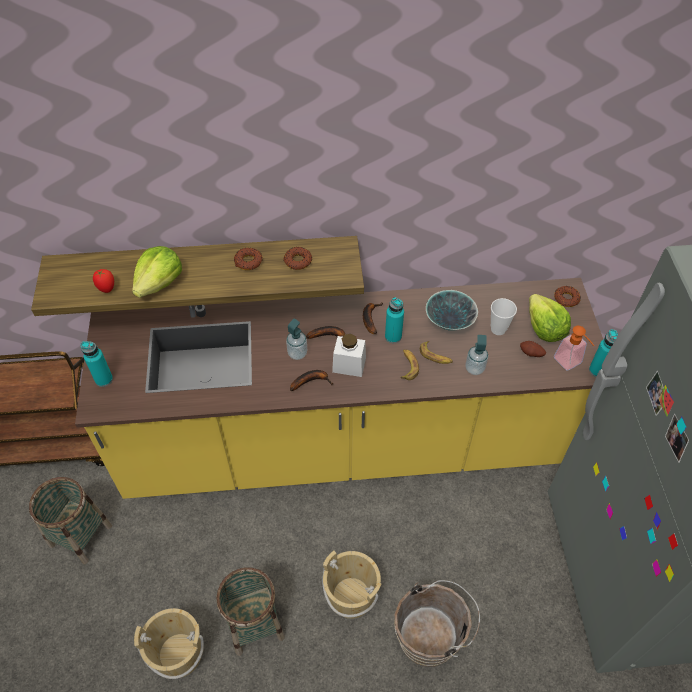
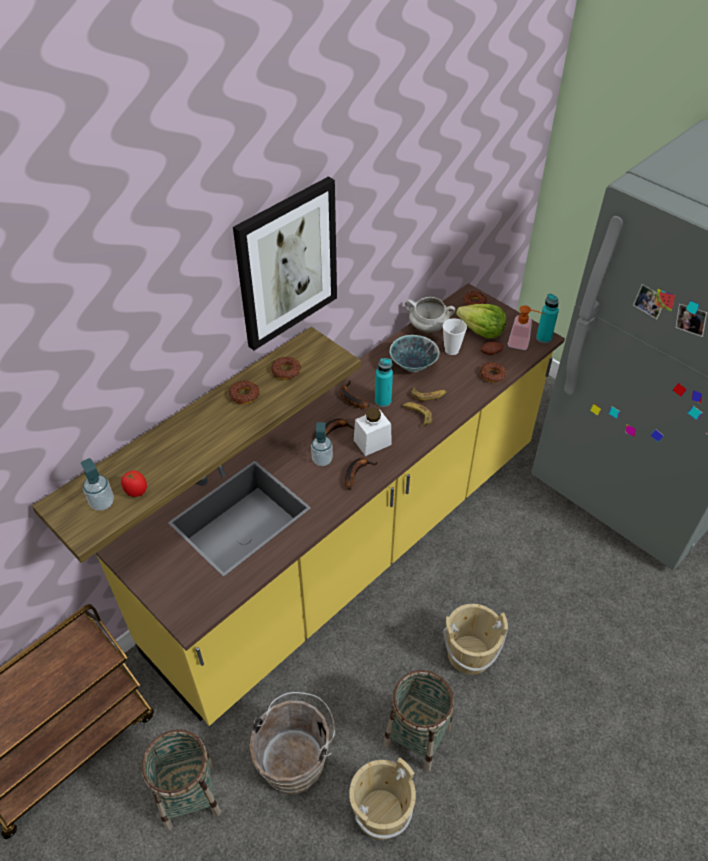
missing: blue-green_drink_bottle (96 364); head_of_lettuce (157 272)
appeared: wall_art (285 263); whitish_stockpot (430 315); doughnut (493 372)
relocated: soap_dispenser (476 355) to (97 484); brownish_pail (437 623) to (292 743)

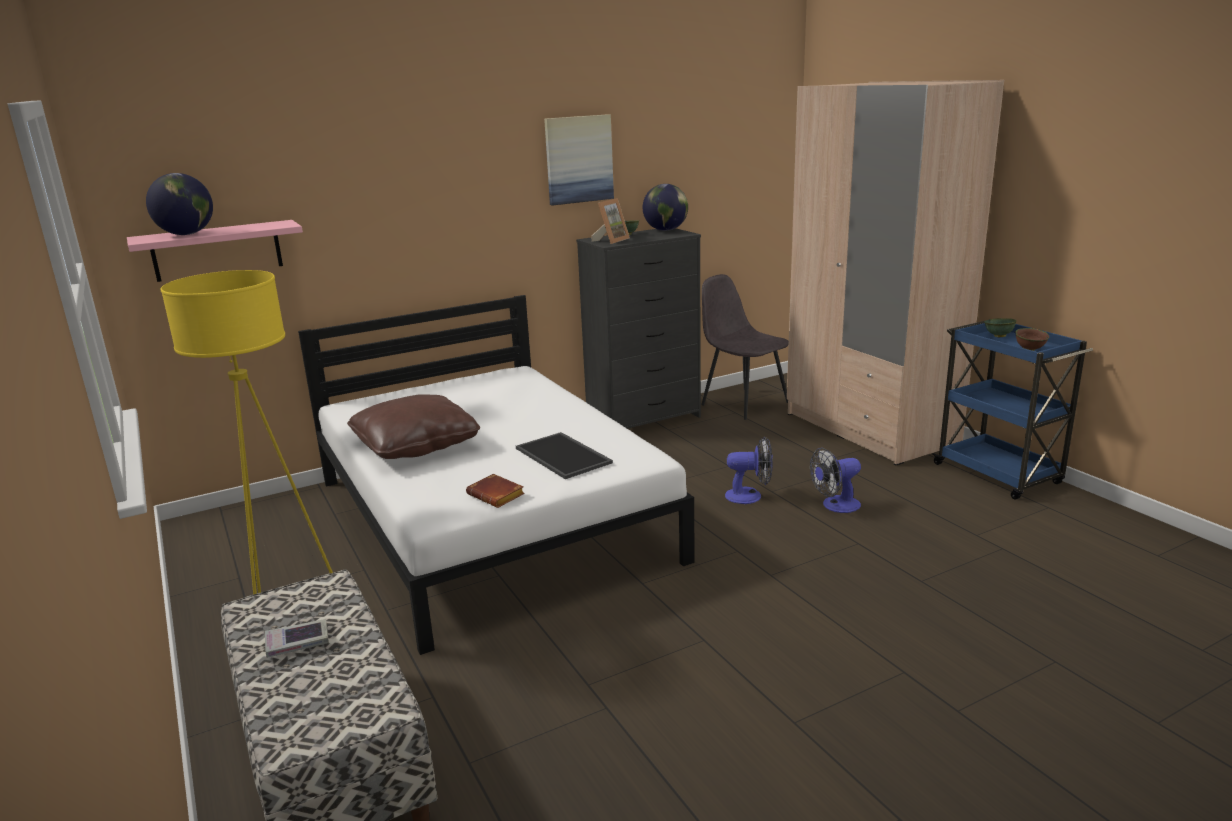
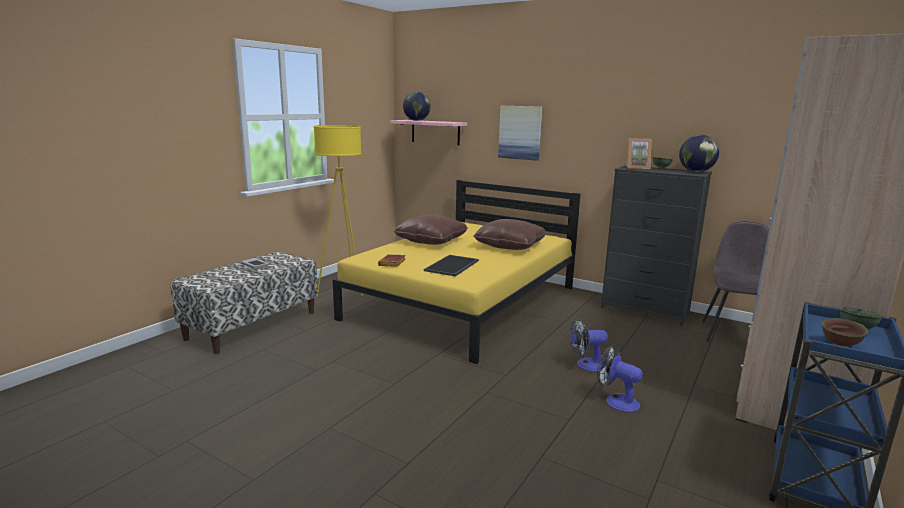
appeared: brownish_throw_pillow (510 234)
relocated: wall_art (579 160) to (520 133)
colour: whitish_bedroom_bed (496 475) to yellow-coloured_bedroom_bed (457 272)
spun: electric_fan (749 470) = (588 345) 105 degrees clockwise

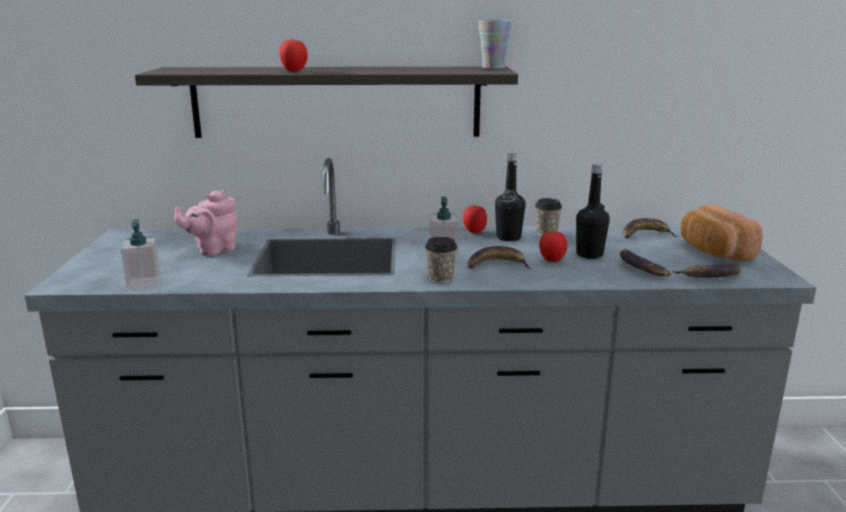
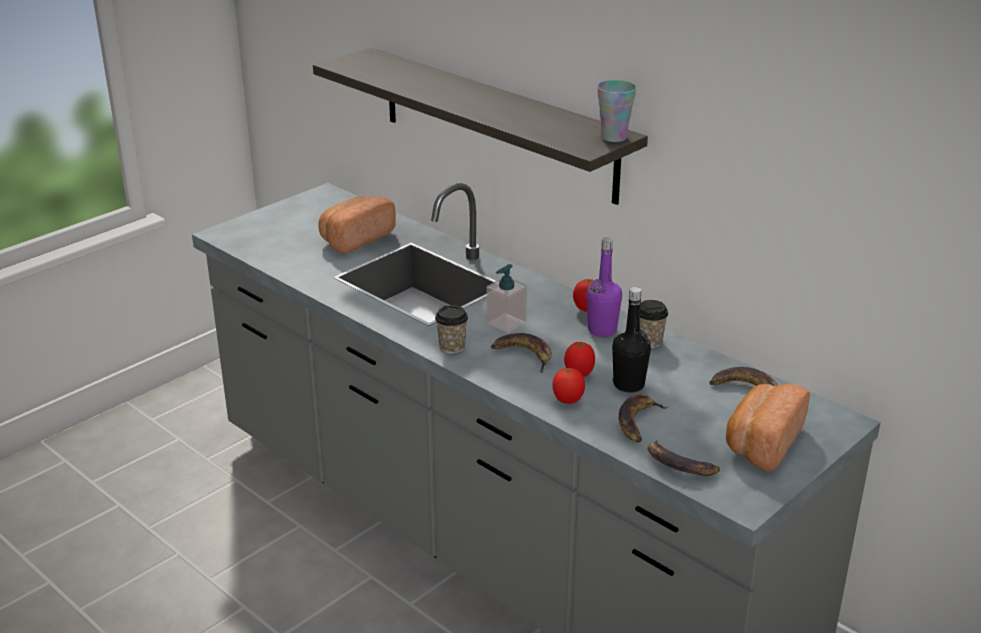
missing: soap_dispenser (140 254)
relocated: fresh_tomato (293 55) to (568 386)
exchanged: pinkish_pot_for_tea (206 223) to bakery_bread (357 224)
colour: blackish_drink_bottle (510 196) to purplish_drink_bottle (604 287)

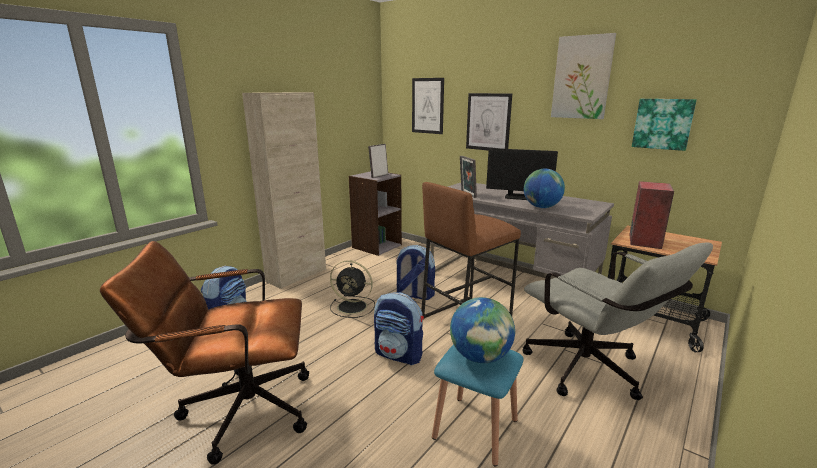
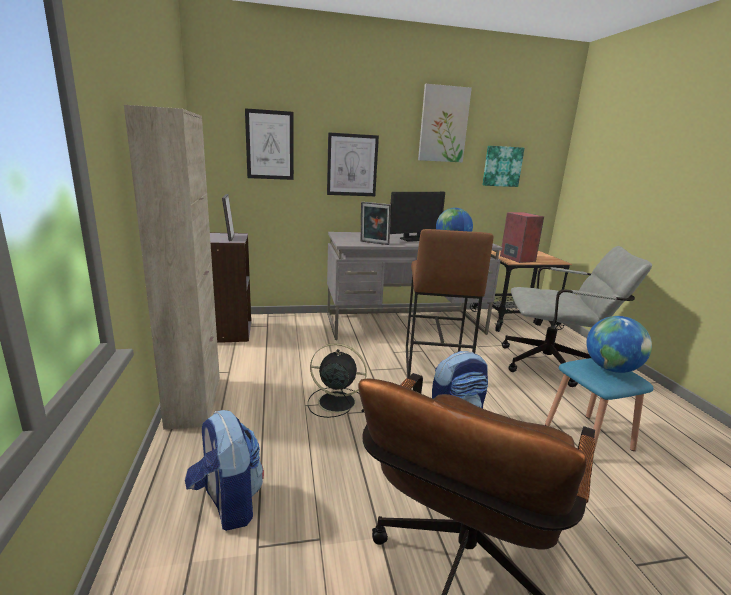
missing: backpack (415 272)
spun: blackish_electric_fan (352 289) = (337 380) 135 degrees counterclockwise

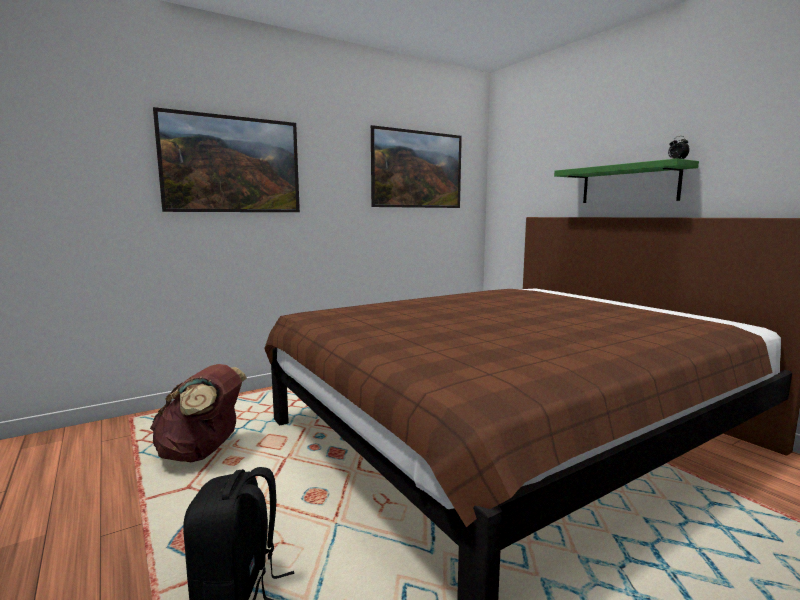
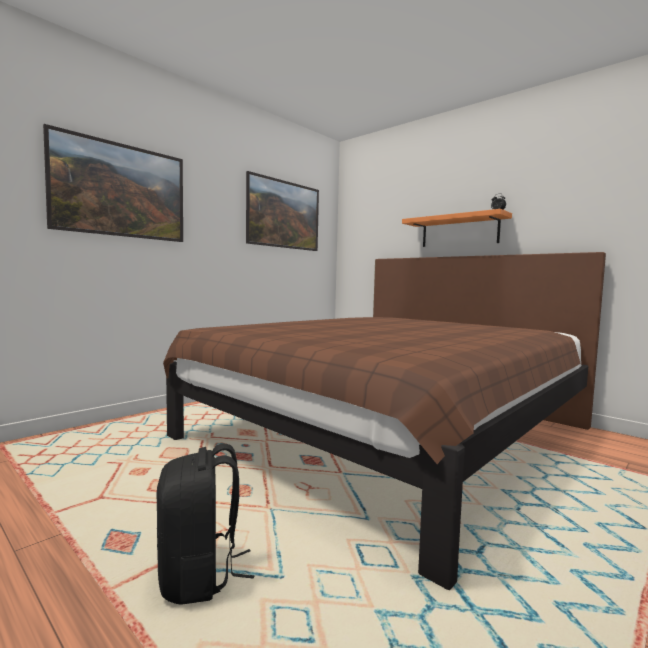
missing: brownish_backpack (198 413)
colour: green_wall_shelf (626 180) to orange_wall_shelf (457 228)

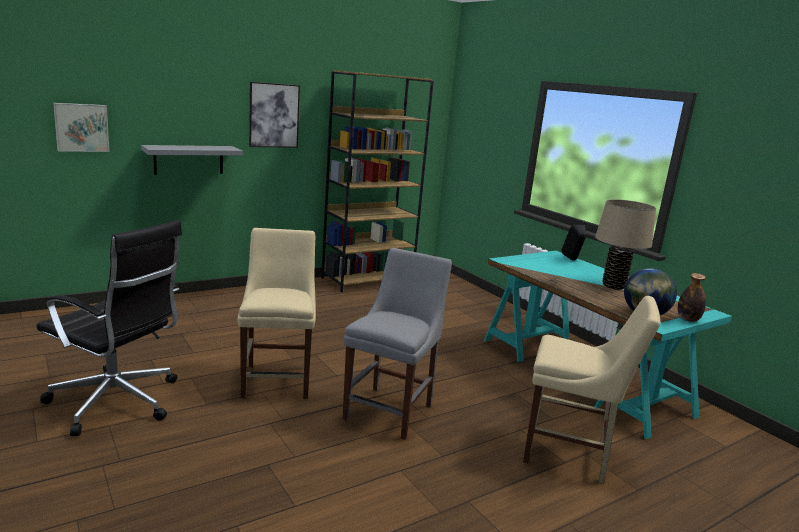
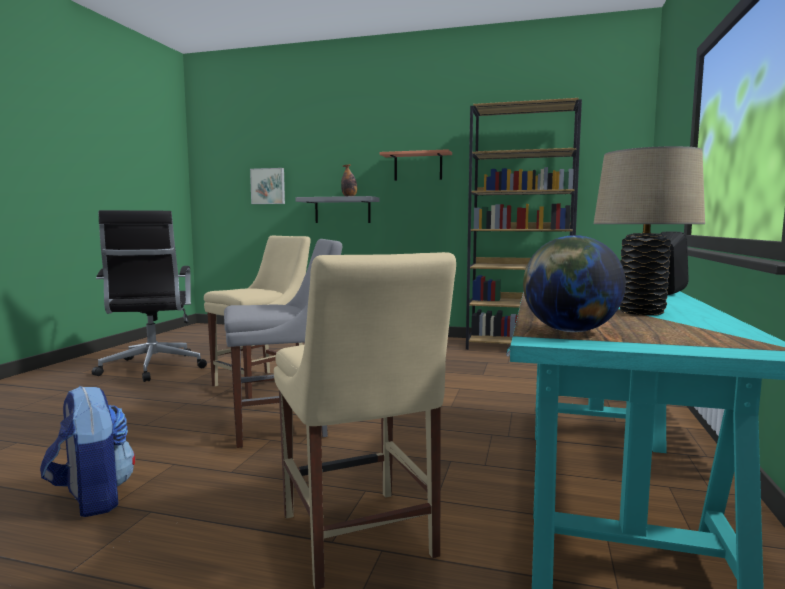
appeared: backpack (87 451)
relocated: drink_bottle (692 297) to (349 180)
exchanged: wall_art (274 115) to wall_shelf (415 165)

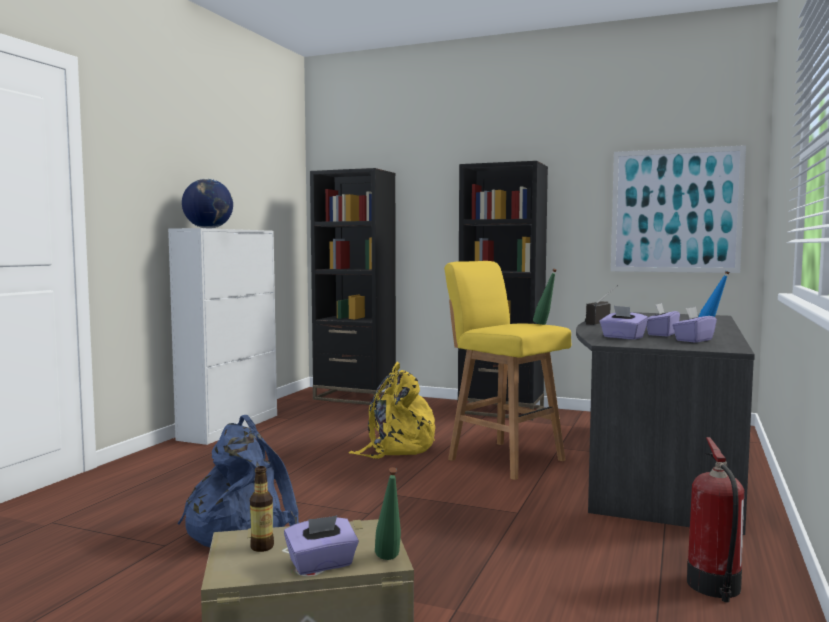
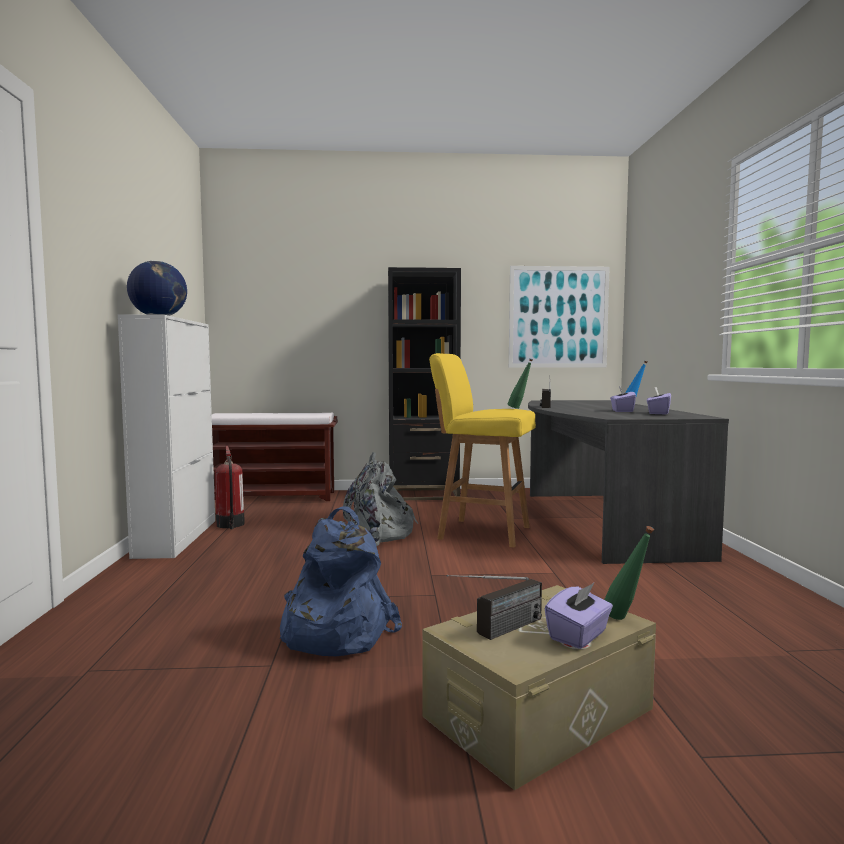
missing: purplish_box_of_tissues (624 323)
relocated: fire_extinguisher (715 519) to (230 487)
exchanged: blackish_bookshelf (353 286) to brownish_bench (275 457); drink_bottle (262 509) to radio_receiver (494 607)
colour: yellow-coloured_backpack (391 410) to gray_backpack (380 499)

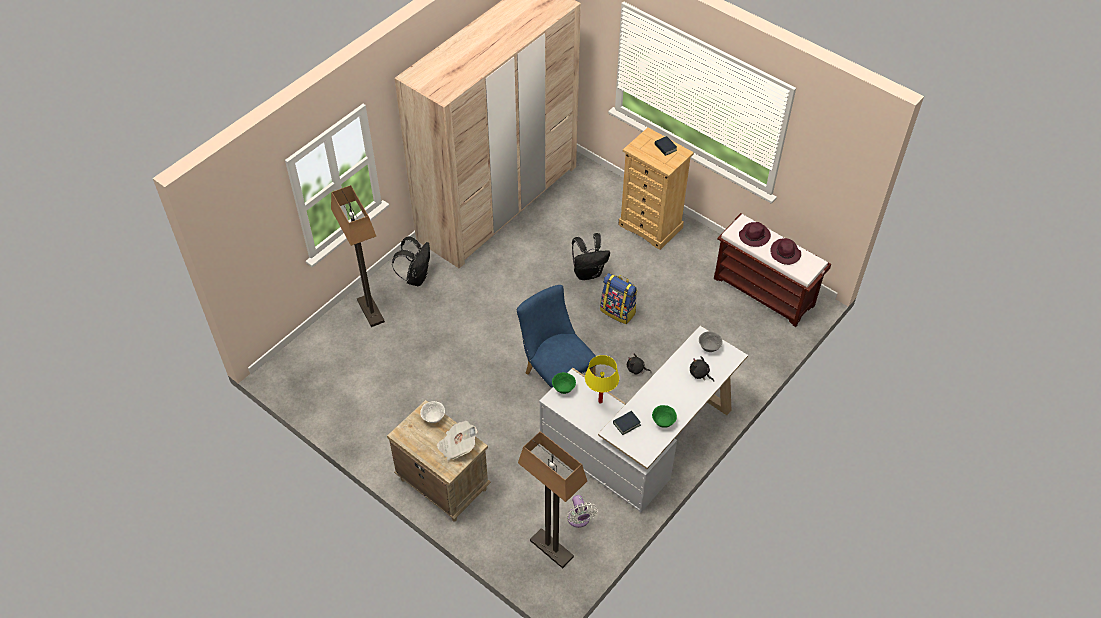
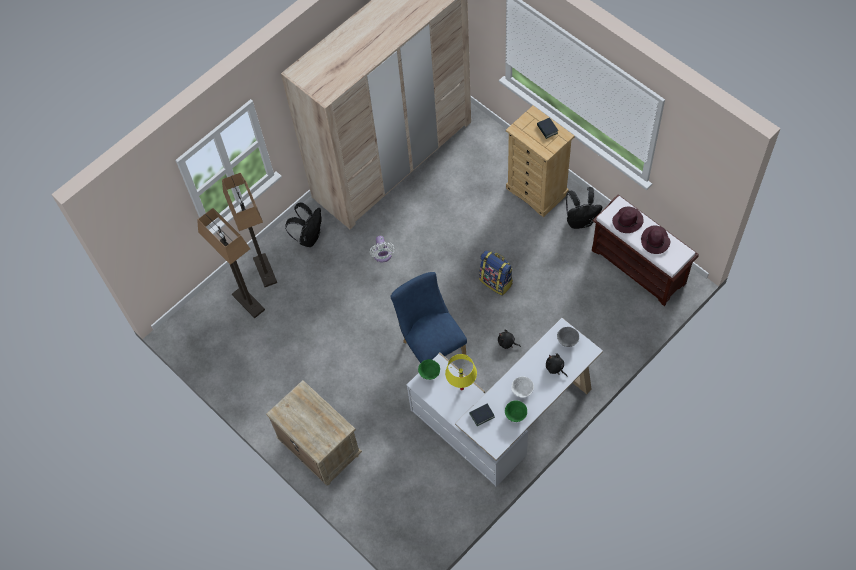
missing: daily_paper (457 441)
relocated: standing_lamp (552 500) to (231 263); whitish_electric_fan (582 511) to (382 249); whitish_deep_dish (432 412) to (522 387); blackish_backpack (591 256) to (584 208)

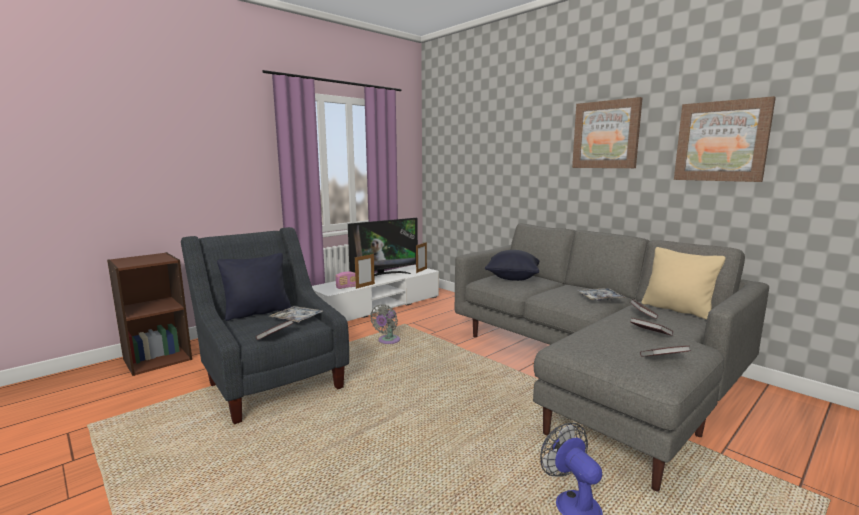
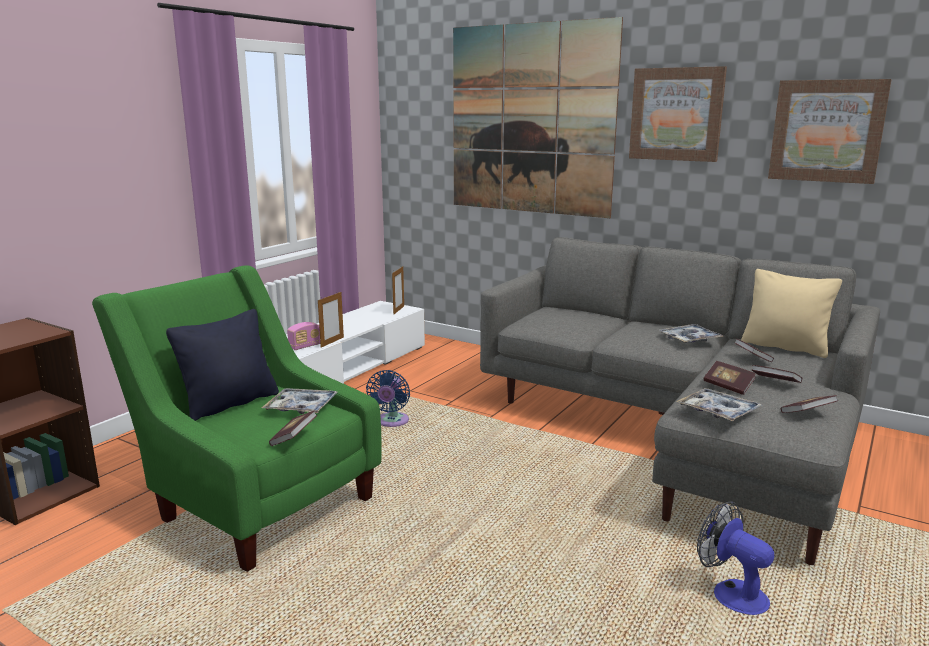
missing: TV_set (383 247); blackish_throw_pillow (512 265)
appeared: wall_art (538 117); serving_tray (719 404); volume (730 378)
colour: gray_armchair (265 325) to green_armchair (236 418); gray_electric_fan (385 324) to blue_electric_fan (388 398)

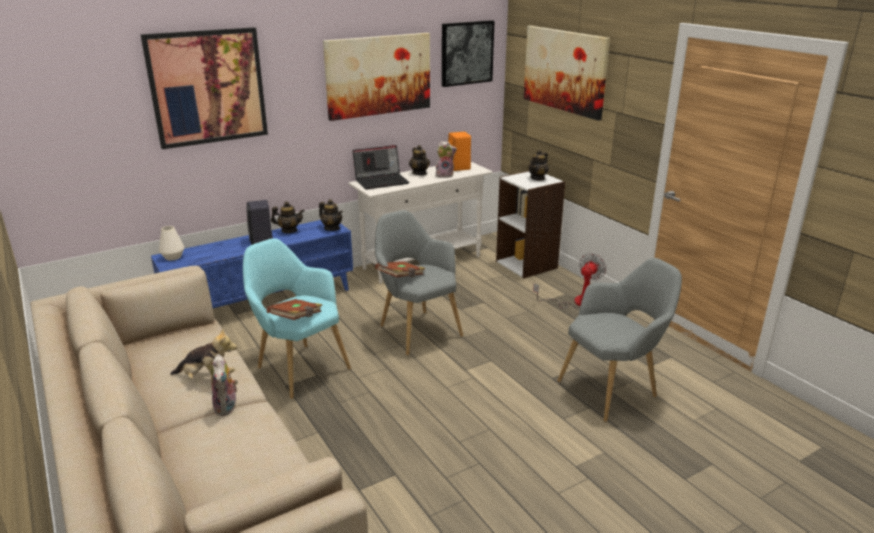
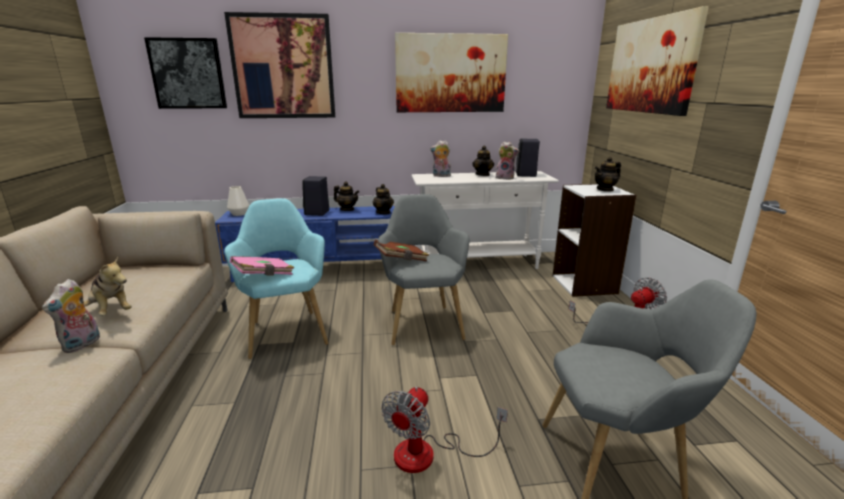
appeared: electric_fan (444 430)
relocated: wall_art (468 53) to (185 73)
exchanged: laptop (380 167) to soft_toy (440 158)
colour: brownish_volume (294 309) to pinkish_volume (262 265); orange_speaker (459 151) to blackish_speaker (528 158)

